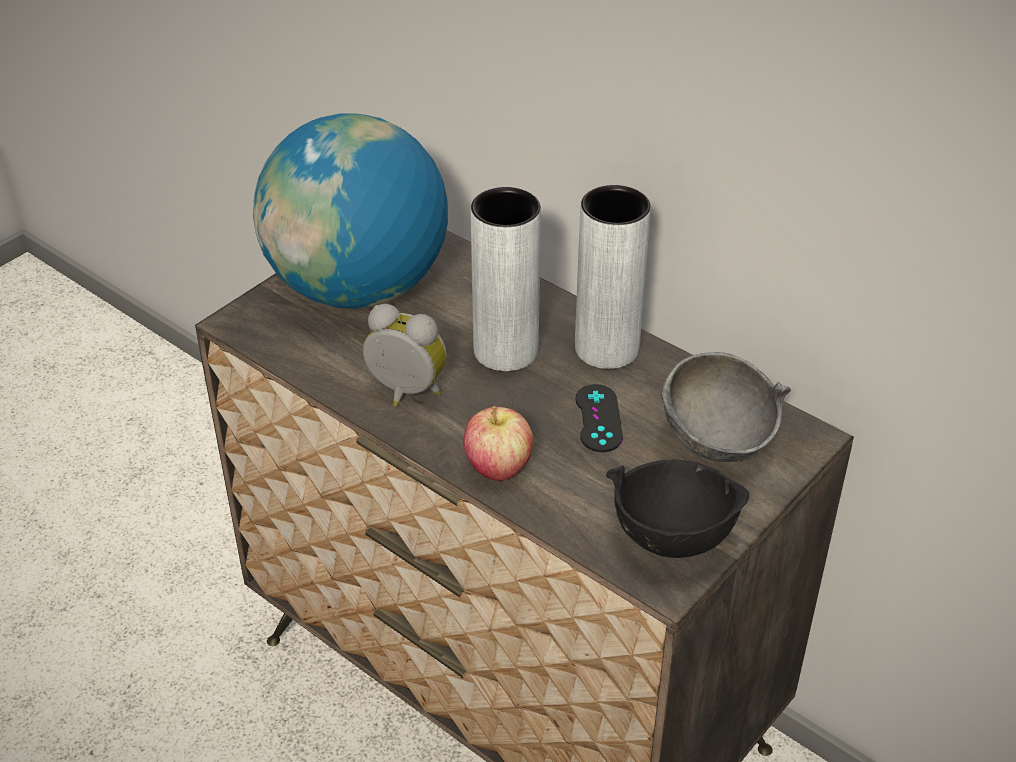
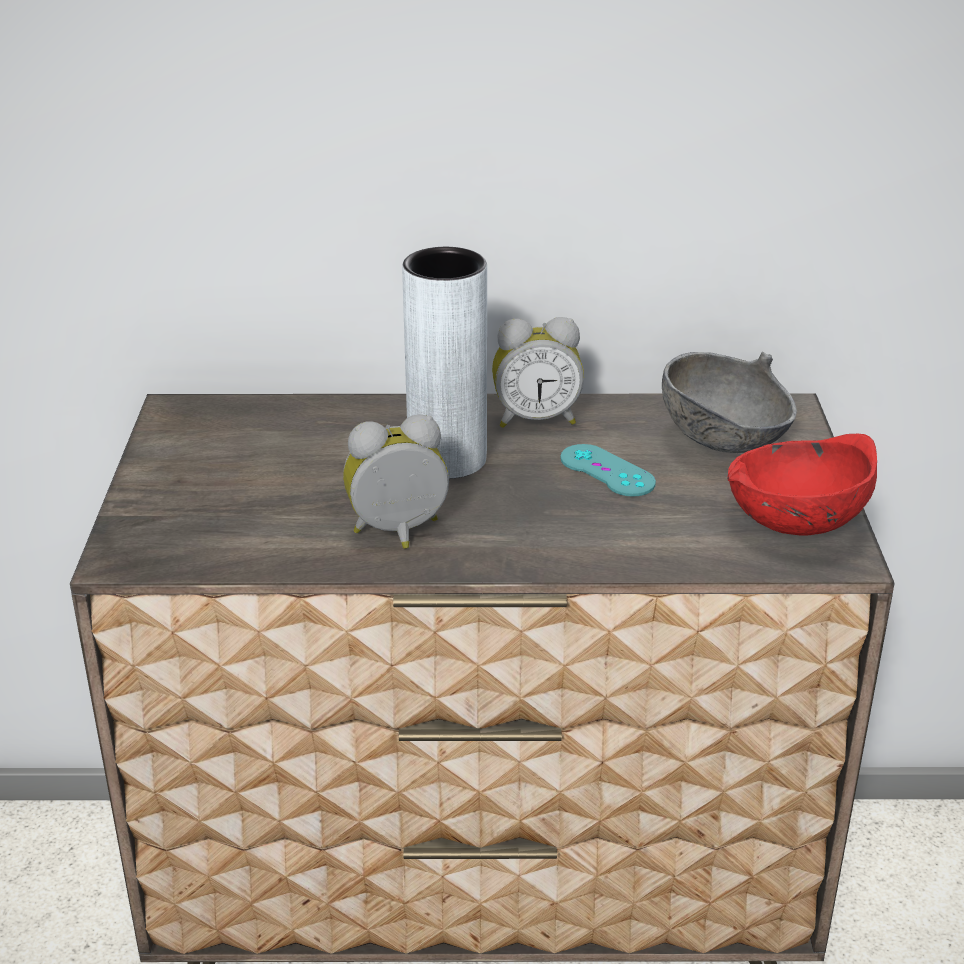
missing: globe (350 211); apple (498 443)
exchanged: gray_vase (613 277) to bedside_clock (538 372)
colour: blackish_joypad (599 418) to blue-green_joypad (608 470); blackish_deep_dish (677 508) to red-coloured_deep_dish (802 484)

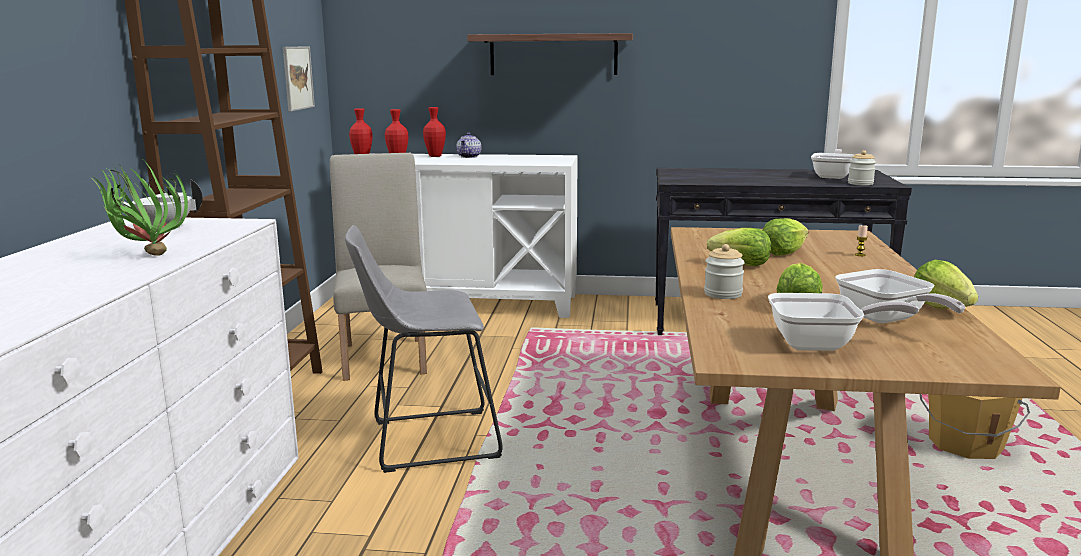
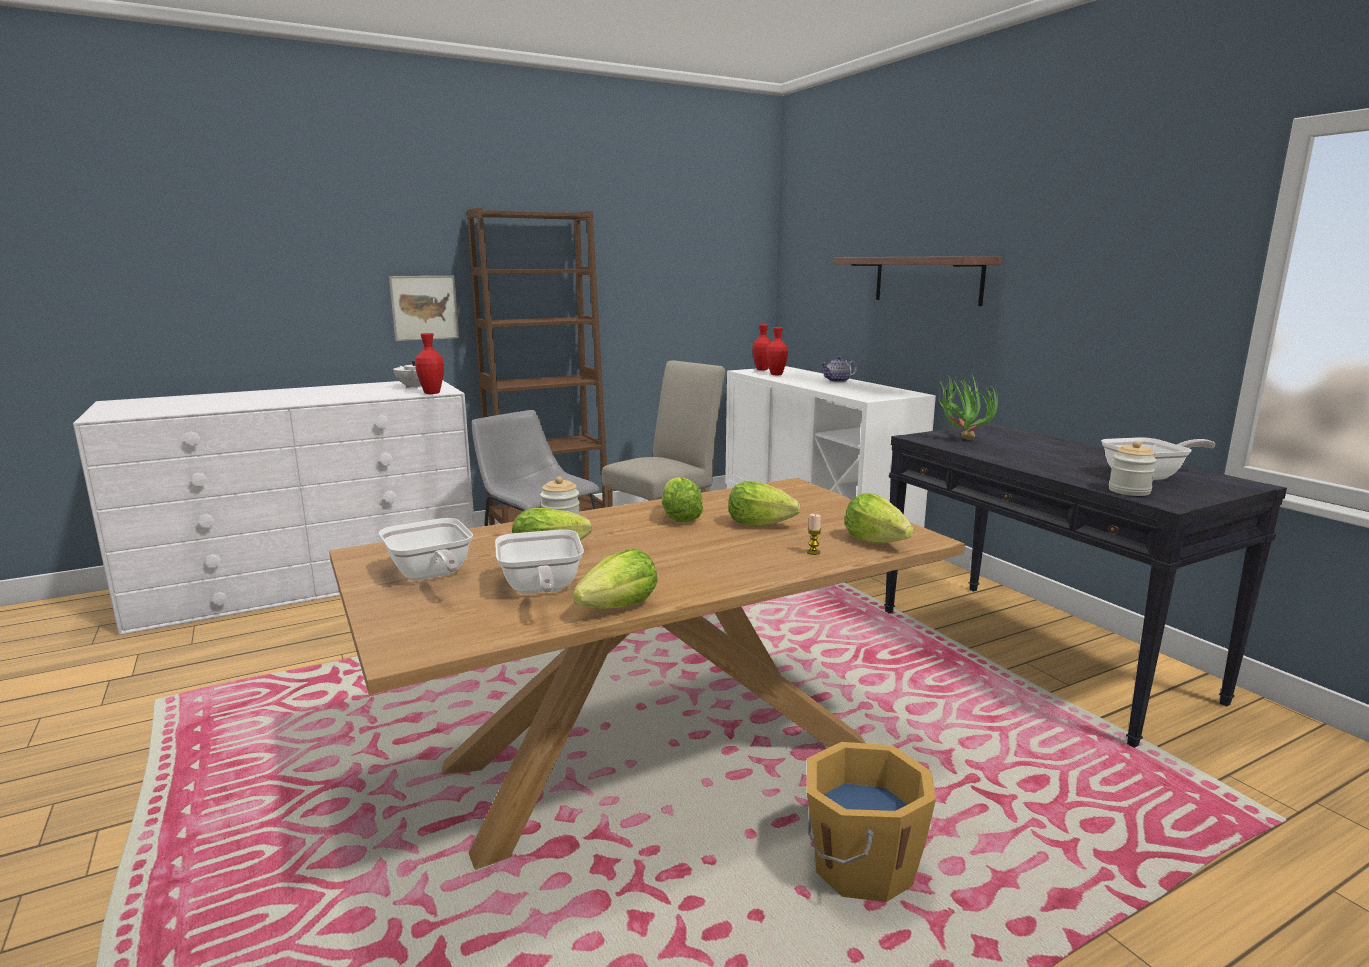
appeared: head_of_lettuce (879 518)
relocated: wall_art (299 79) to (424 308); red-coloured_vase (434 132) to (429 363); potted_plant (138 209) to (968 407)
spun: frying_pan (900 296) = (539 561) 45 degrees counterclockwise

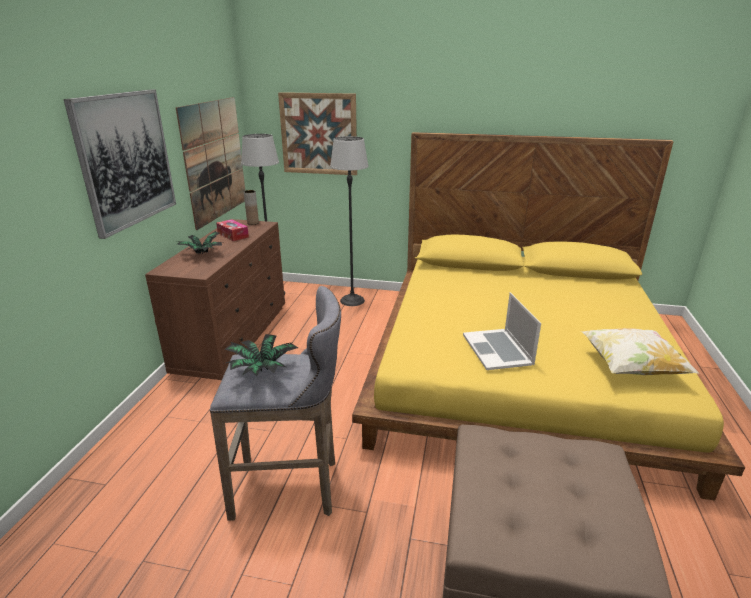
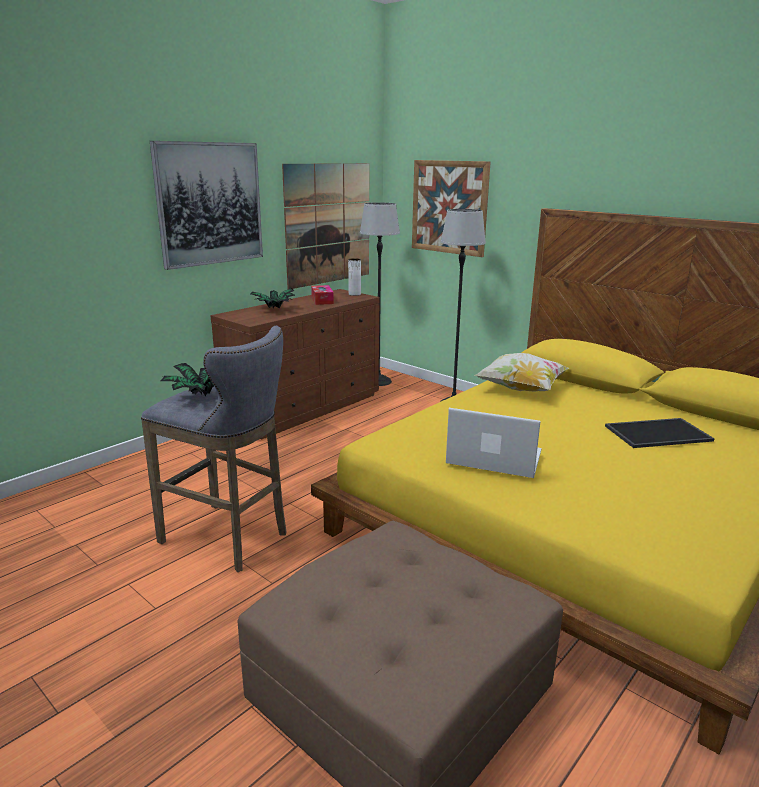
appeared: serving_tray (660 433)
relocated: throw_pillow (640 351) to (521 372)
colour: brownish_vase (251 207) to whitish_vase (354 277)
spun: laptop (502 331) = (493 443) 90 degrees clockwise

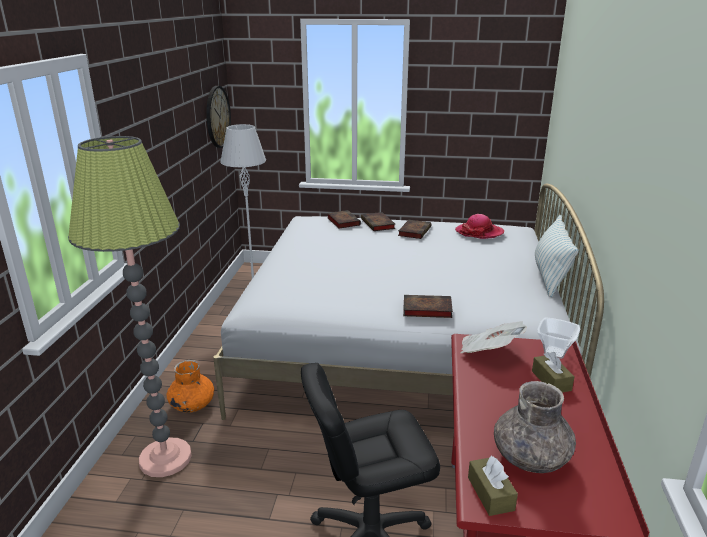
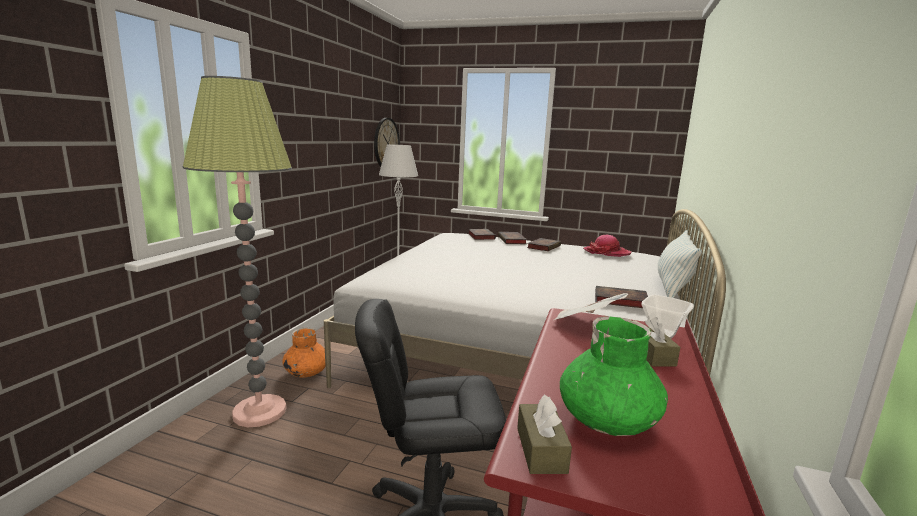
relocated: volume (428 306) to (621 297)
colour: gray_vase (535 427) to green_vase (614 376)

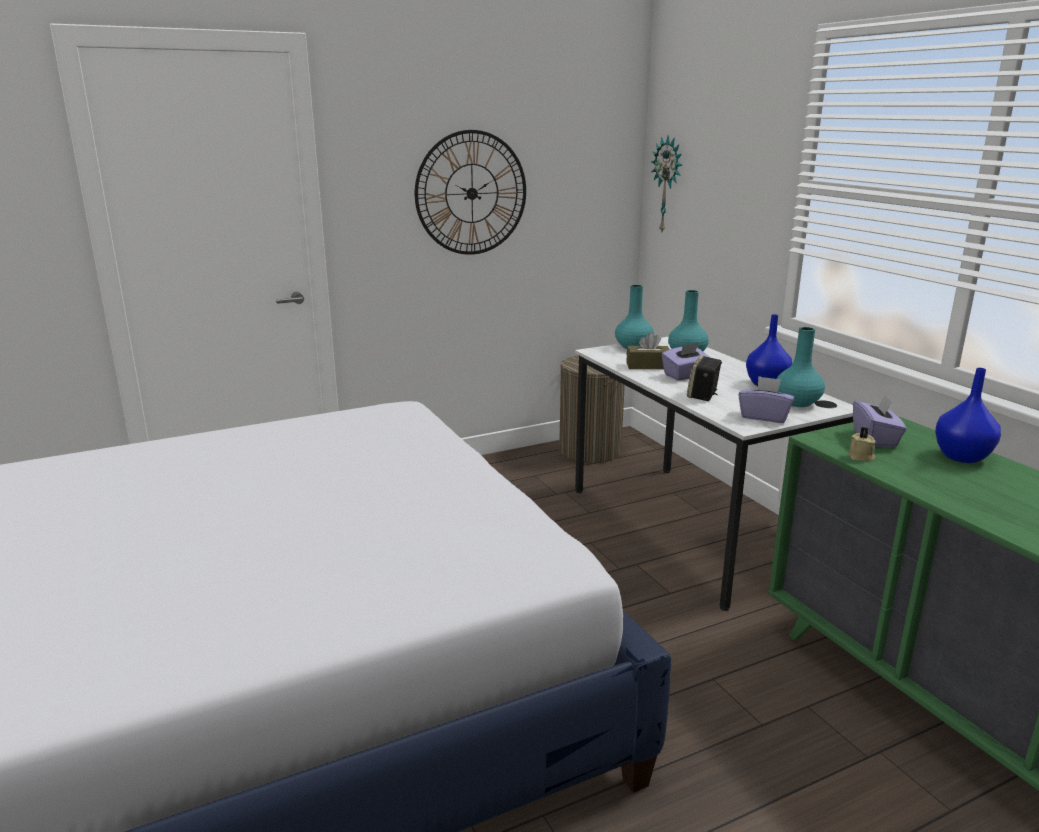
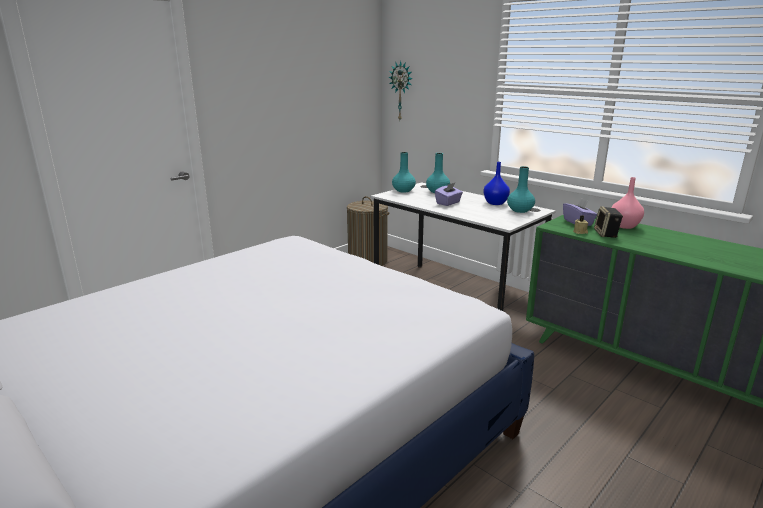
missing: clock_on_the_wall (470 192); brownish_box_of_tissues (647 350); purplish_box_of_tissues (766 399)
relocated: speaker (704 378) to (608 222)
colour: blue_vase (968 415) to pinkish_vase (627 203)

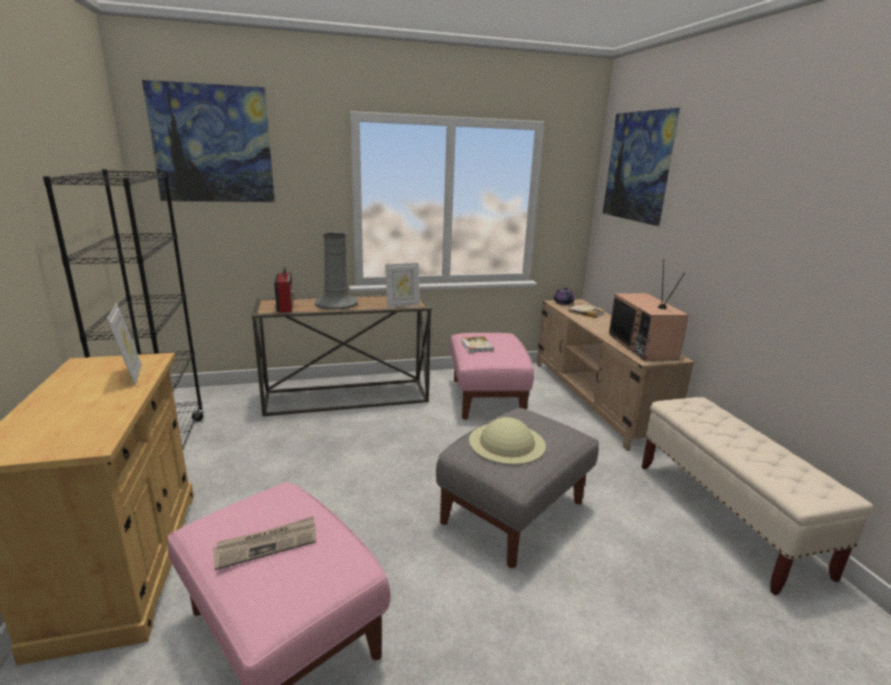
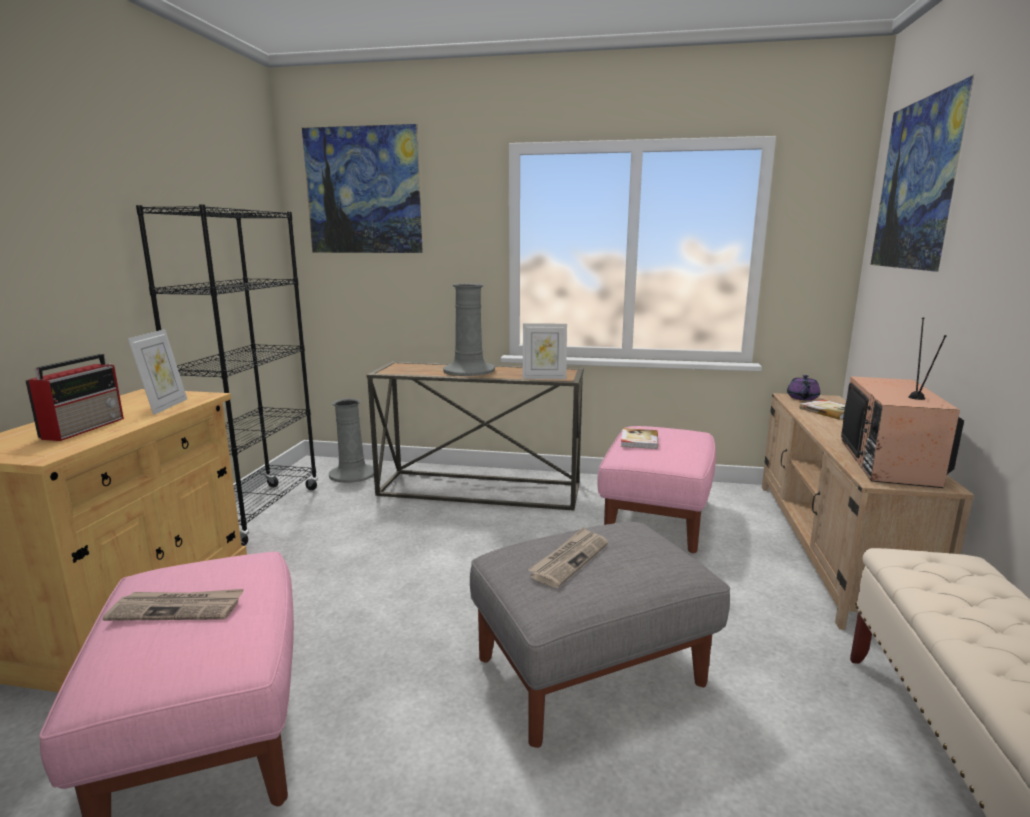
appeared: gray_vase (351 440)
relocated: radio_receiver (284 290) to (75 397)
exchanged: sand-coloured_wearable_hat (507 441) to daily_paper (568 557)

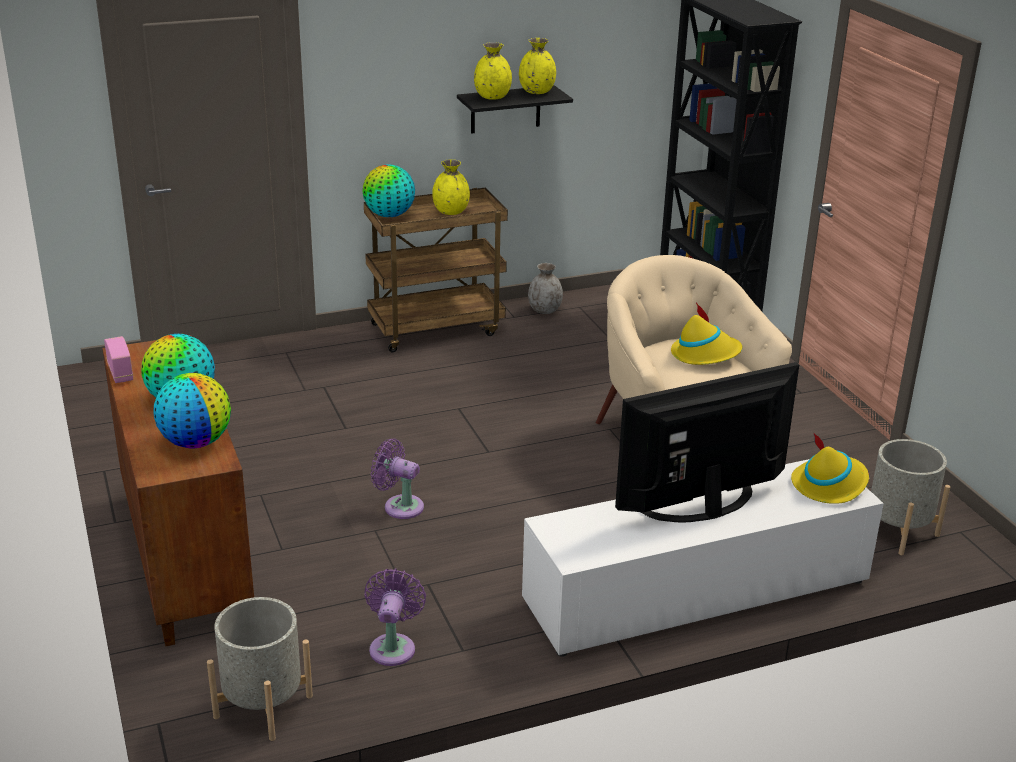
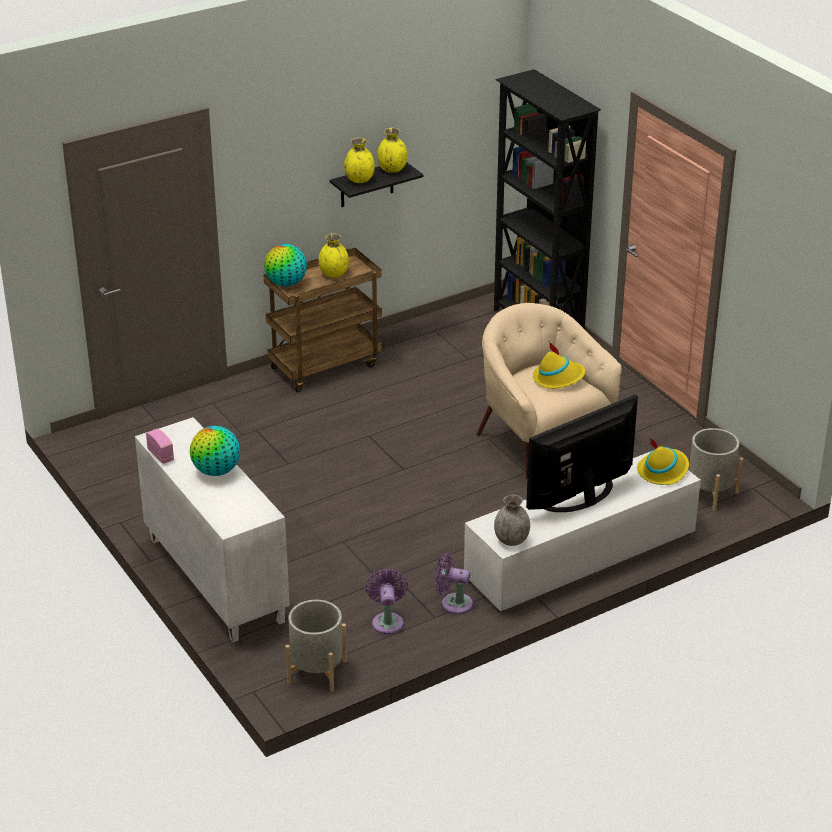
missing: globe (192 410)
relocated: purplish_electric_fan (397 479) to (454 583); gray_vase (545 288) to (512 520)
colour: brownish_cabinet (178 490) to whitish_cabinet (212 530)

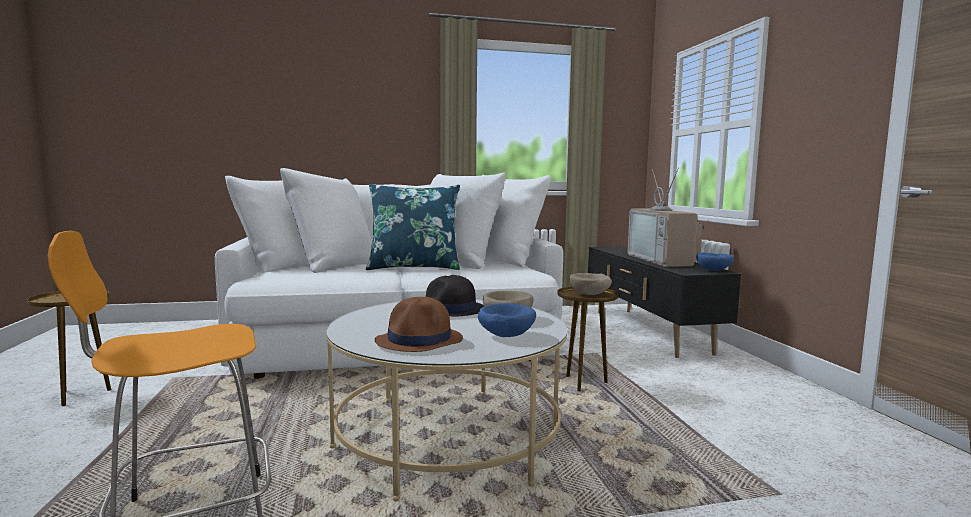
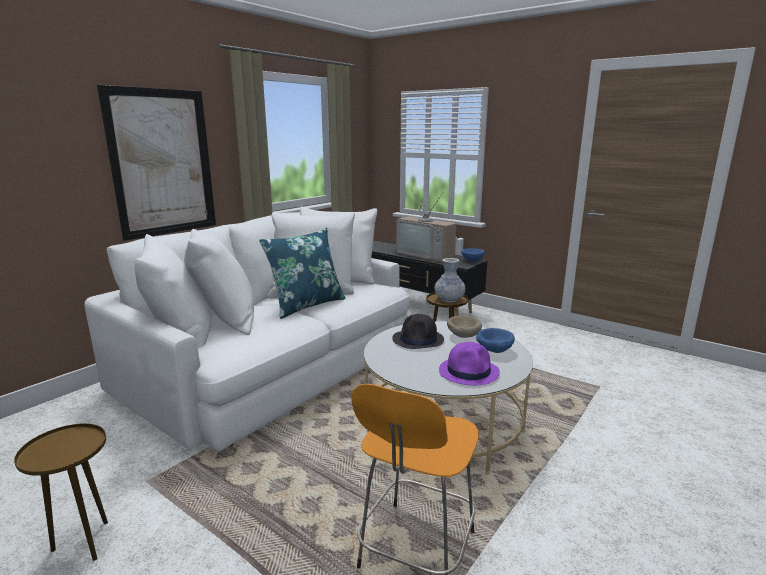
appeared: wall_art (156 163)
exchanged: sand-coloured_deep_dish (591 284) to vase (449 280)
colour: brownish_wearable_hat (419 324) to purplish_wearable_hat (469 363)

